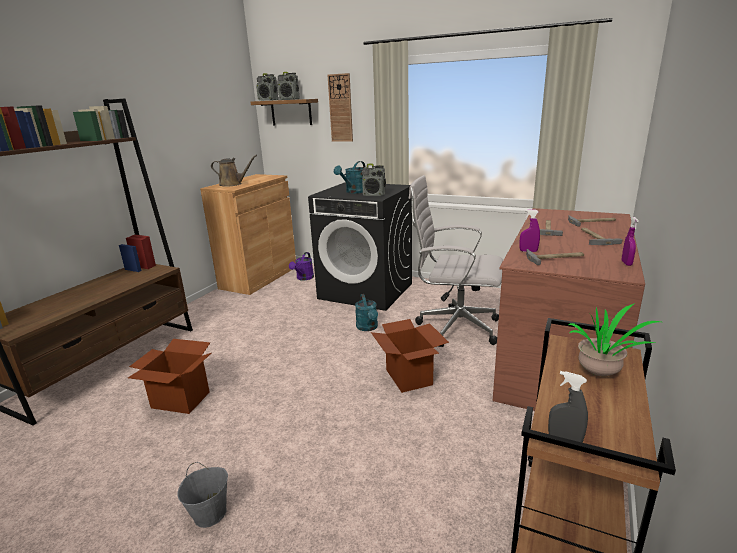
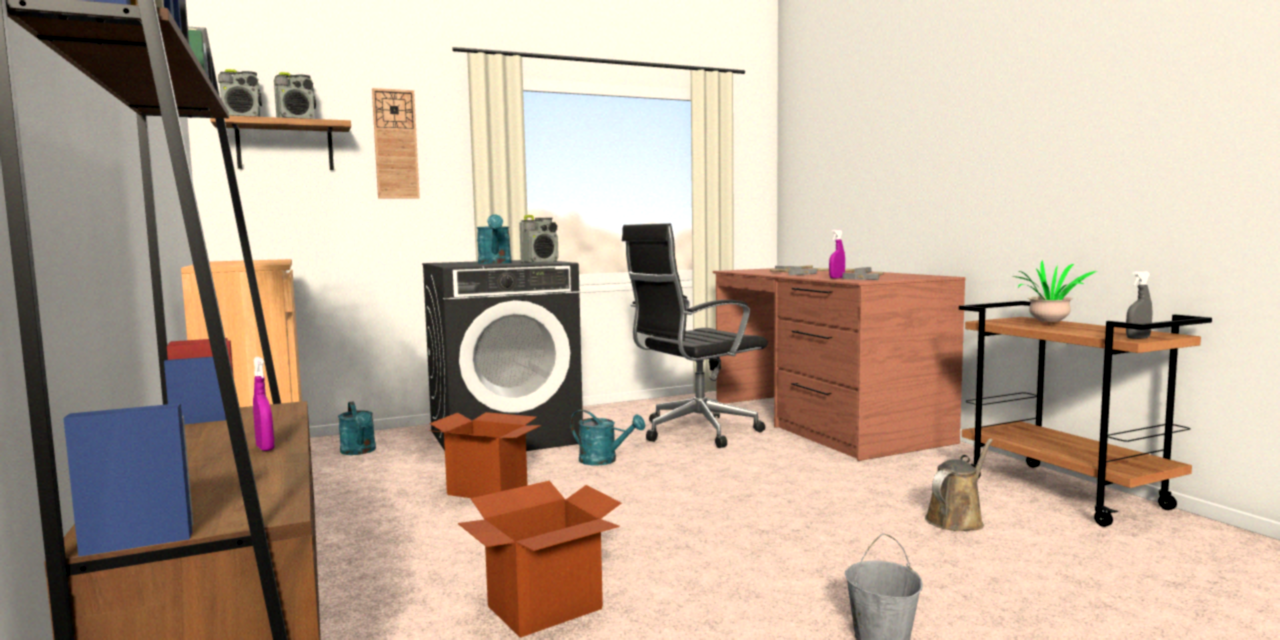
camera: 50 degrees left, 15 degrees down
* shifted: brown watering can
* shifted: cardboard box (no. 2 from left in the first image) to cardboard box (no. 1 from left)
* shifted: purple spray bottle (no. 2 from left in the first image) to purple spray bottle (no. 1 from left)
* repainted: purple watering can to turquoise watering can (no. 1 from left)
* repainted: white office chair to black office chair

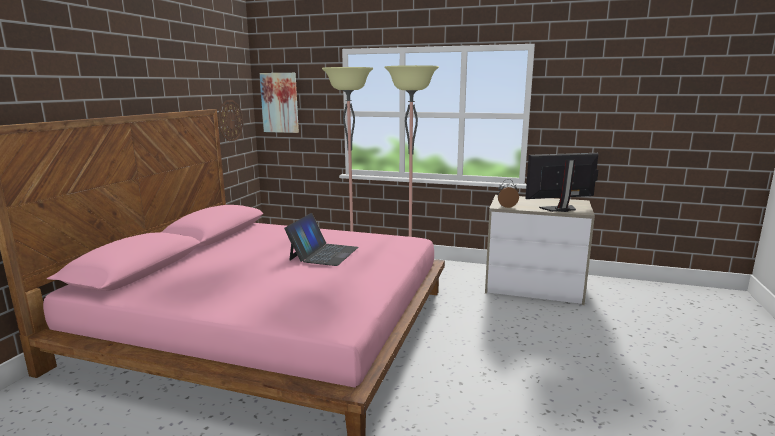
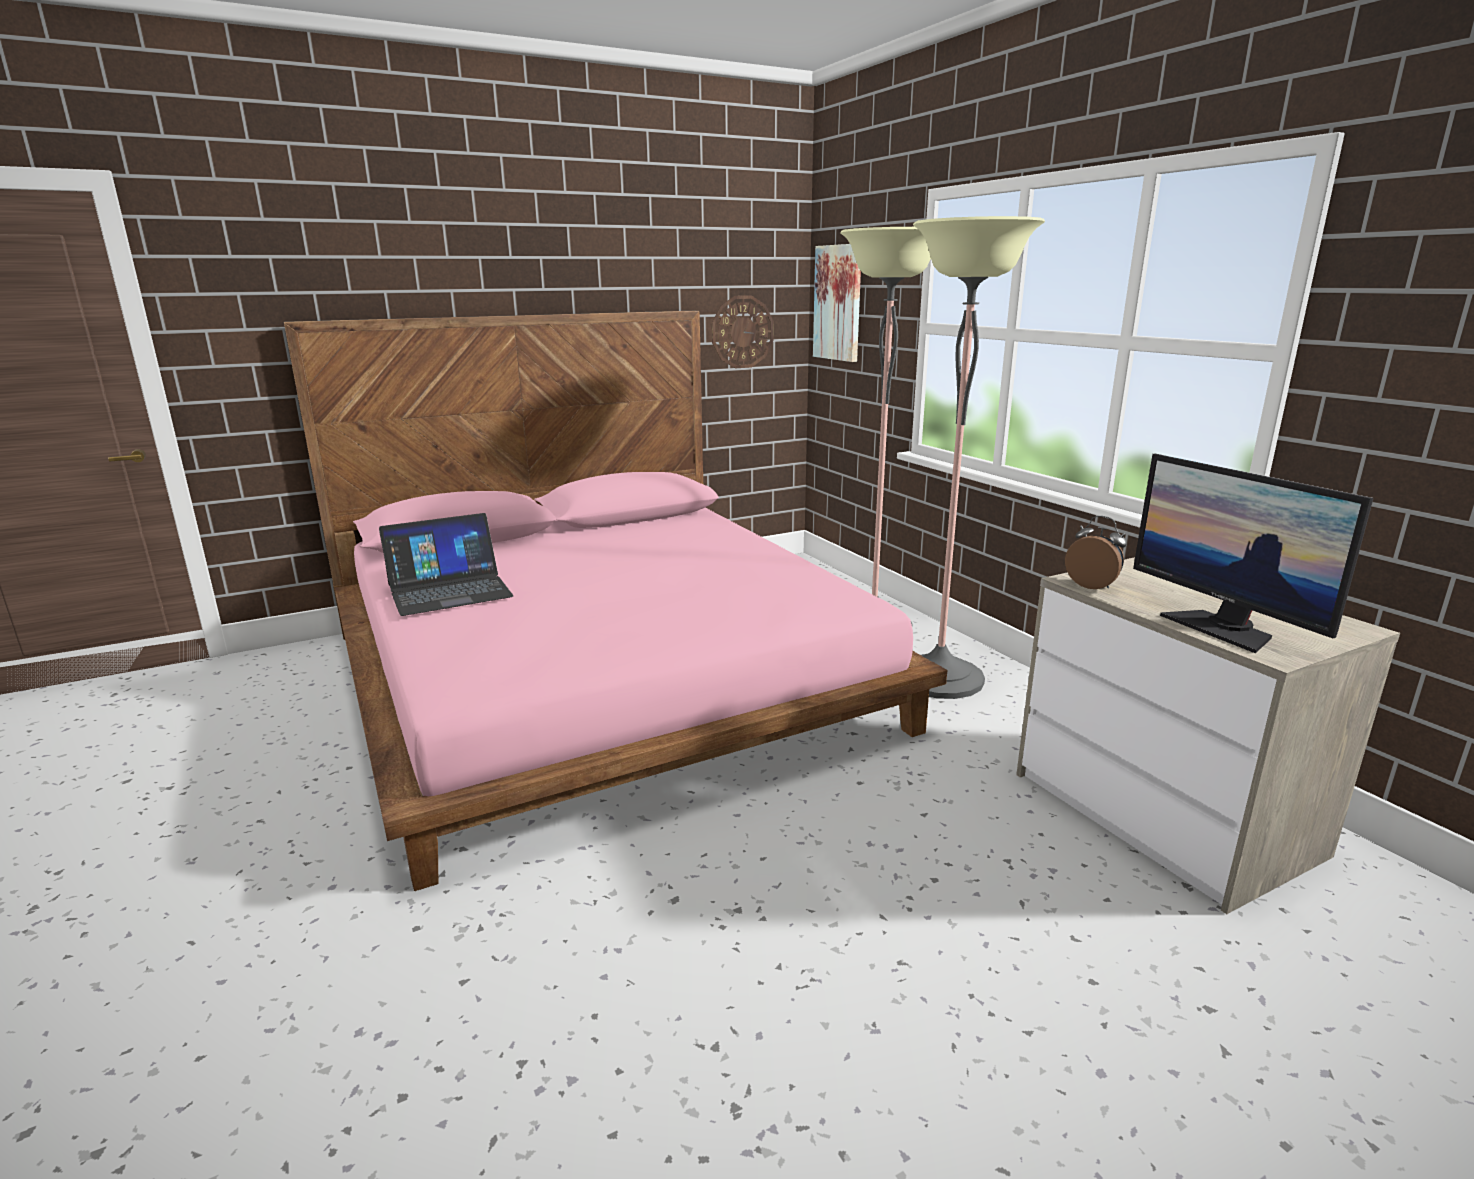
camera: 45 degrees right, 5 degrees up
* shifted: laptop
* rotated: monitor 150 degrees counterclockwise

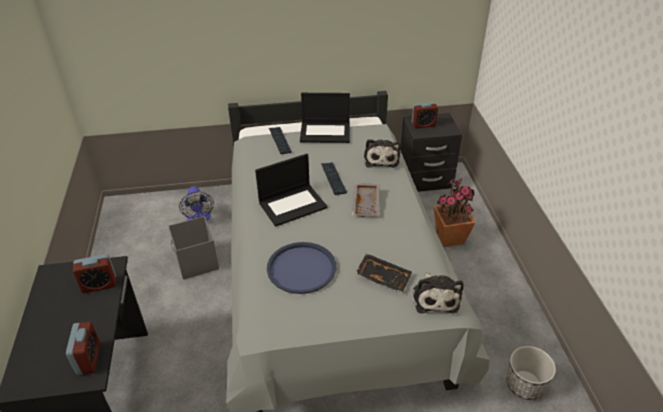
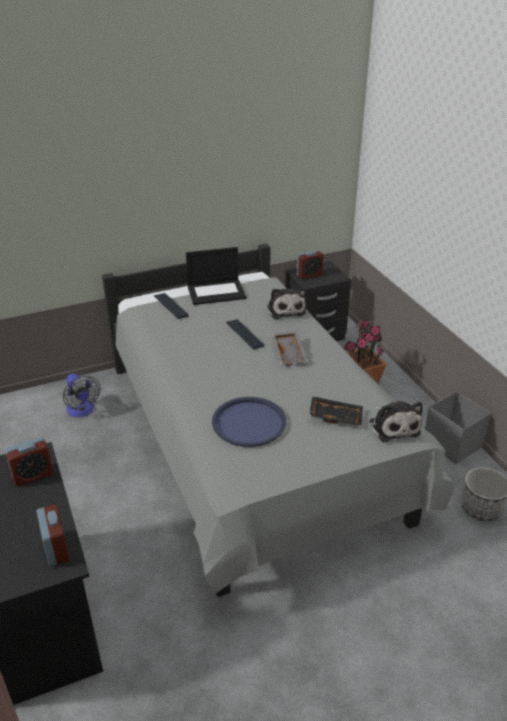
camera: 15 degrees left, 5 degrees down
* gone: laptop (no. 1 from left)
* shifted: grey storage box

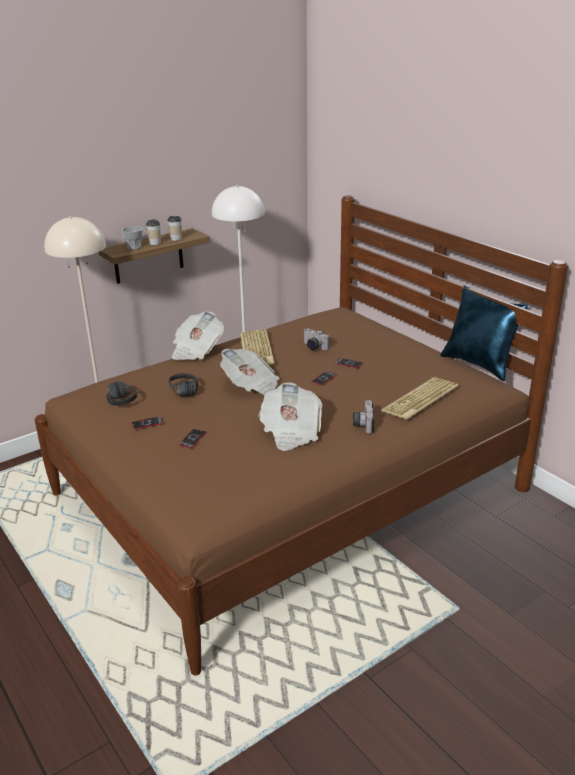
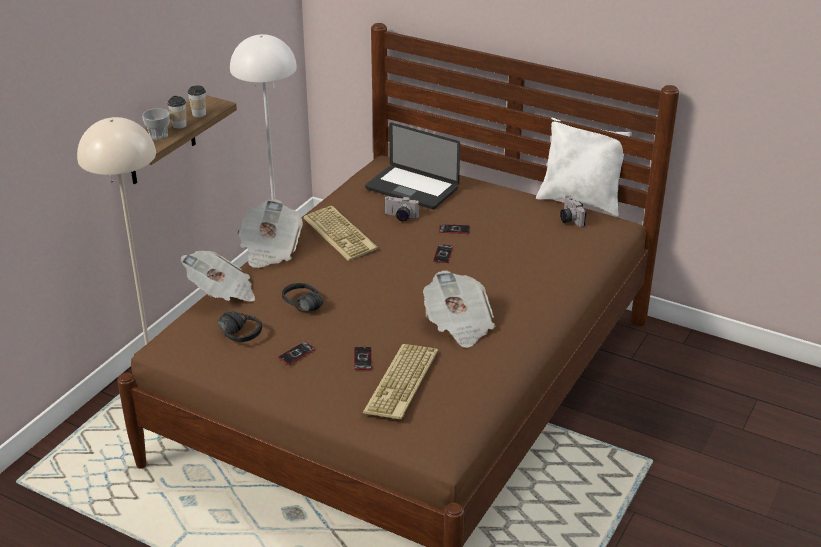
camera: 25 degrees left, 5 degrees up
* new: laptop
* shifted: newspaper (no. 2 from left in the first image) to newspaper (no. 1 from left)
* shifted: photo camera (no. 2 from left)
* shifted: keyboard (no. 2 from left)
* repainted: blue pillow to white pillow

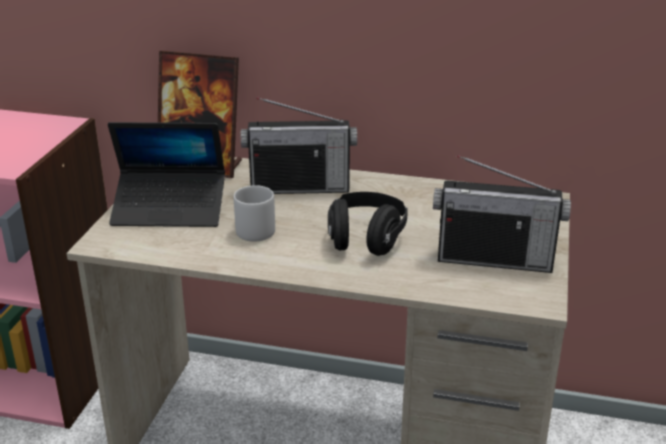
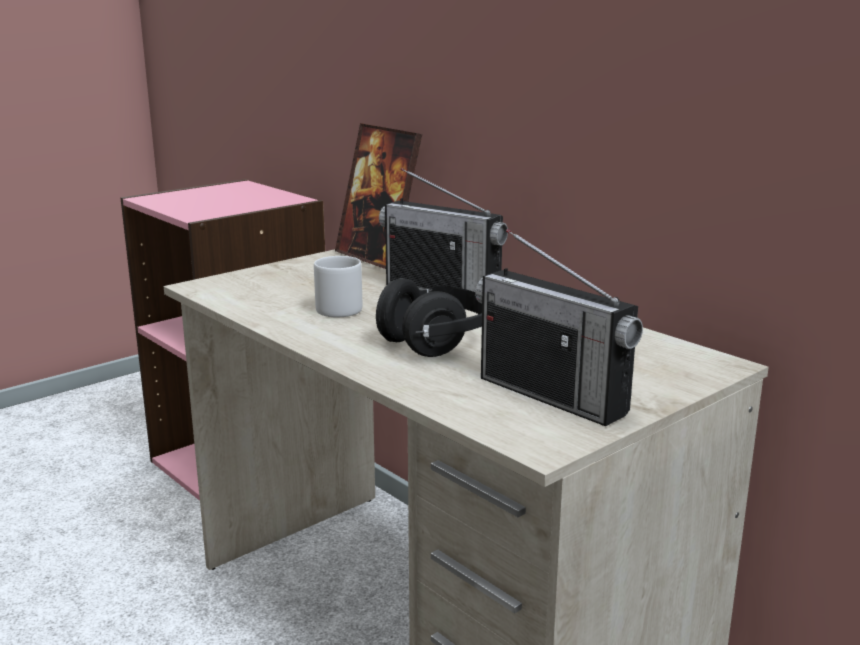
camera: 35 degrees right, 10 degrees down
* gone: laptop

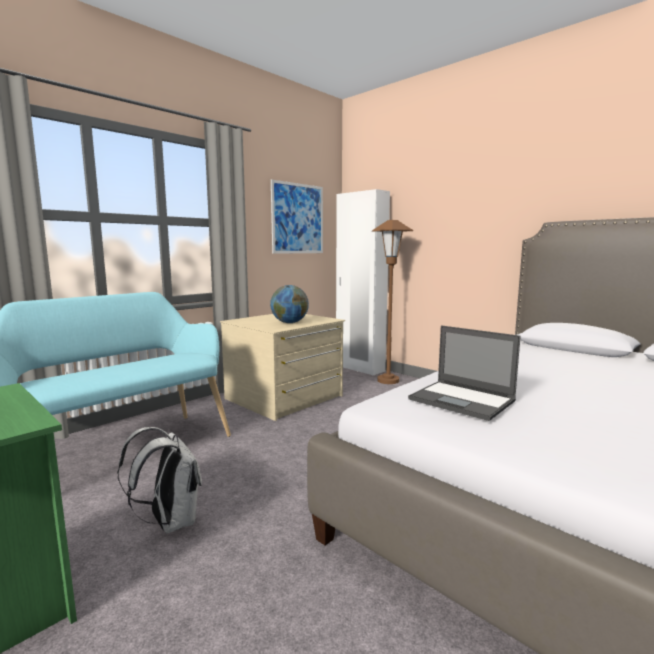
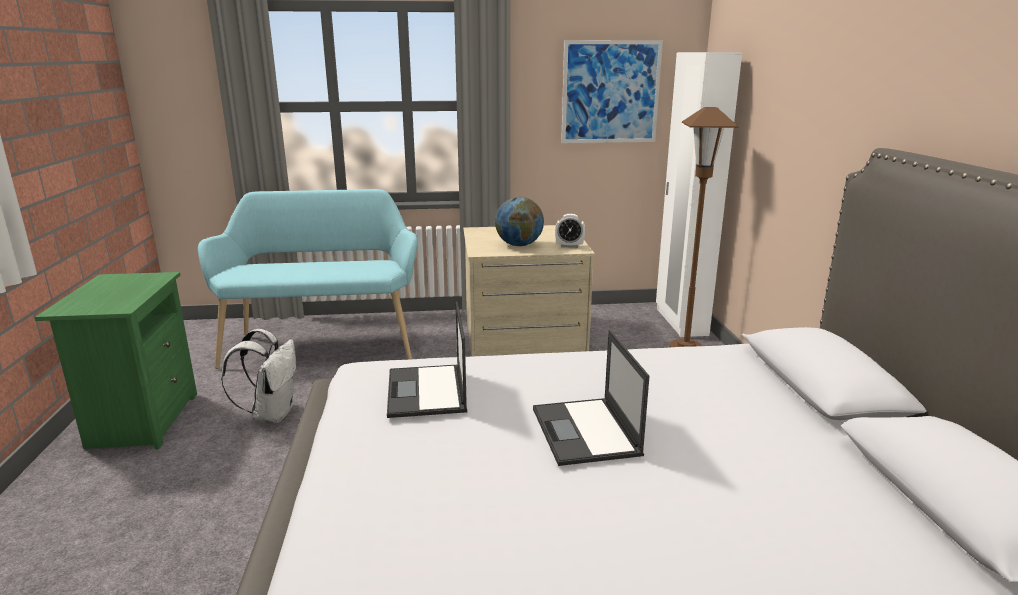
camera: 40 degrees right, 10 degrees up
* new: laptop (no. 2 from left)
* new: alarm clock

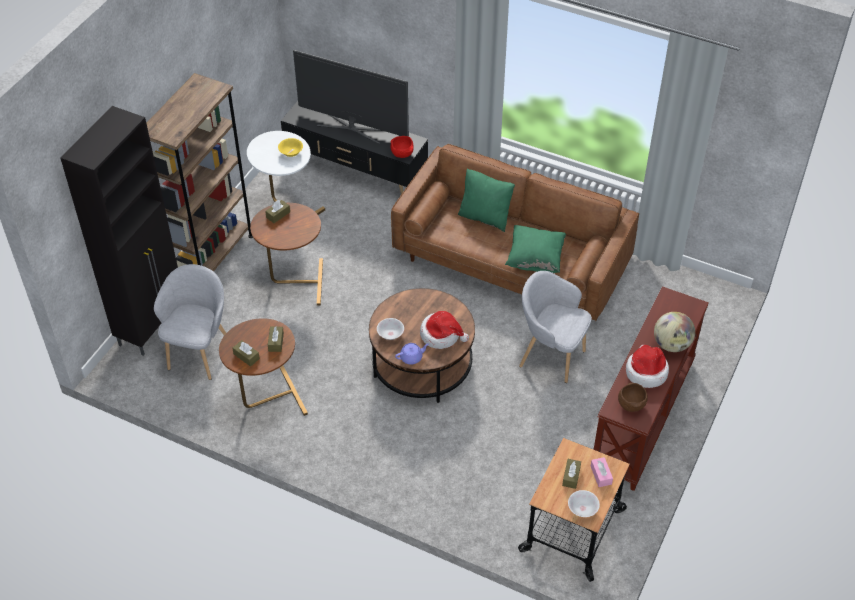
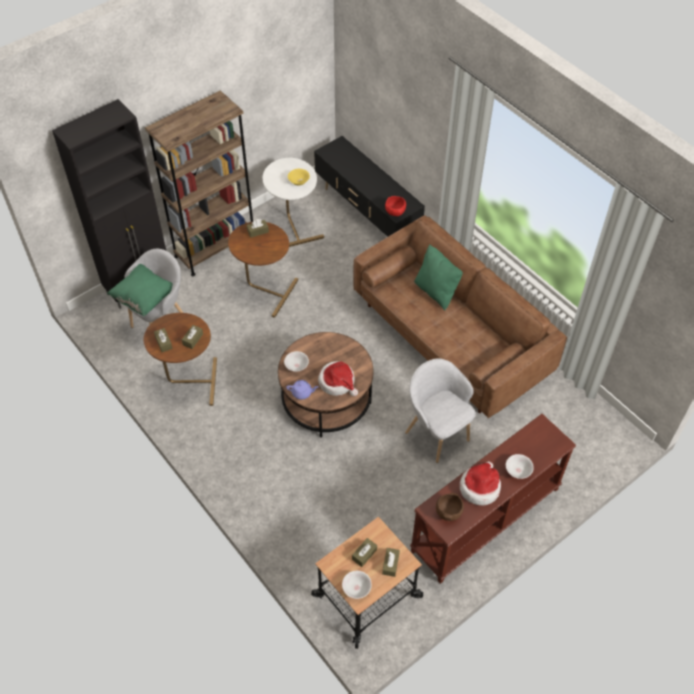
camera: 25 degrees right, 5 degrees up
* gone: television
* shifted: green pillow (no. 2 from left in the first image) to green pillow (no. 1 from left)
* swapped: globe to white bowl (no. 3 from left)
* repainted: pink tissue box to brown tissue box (no. 5 from left)

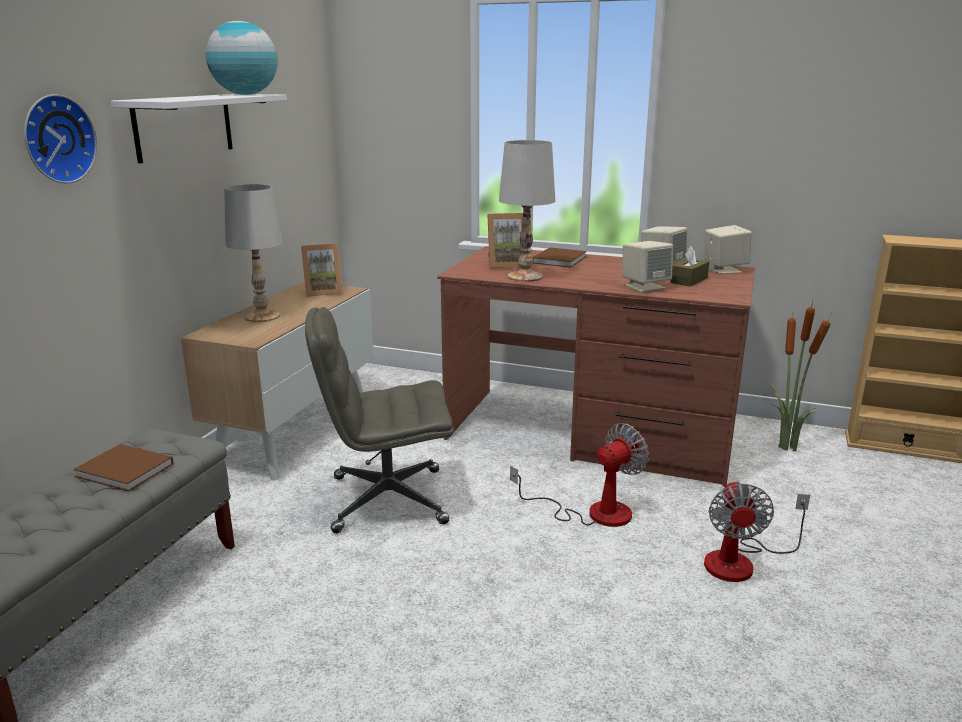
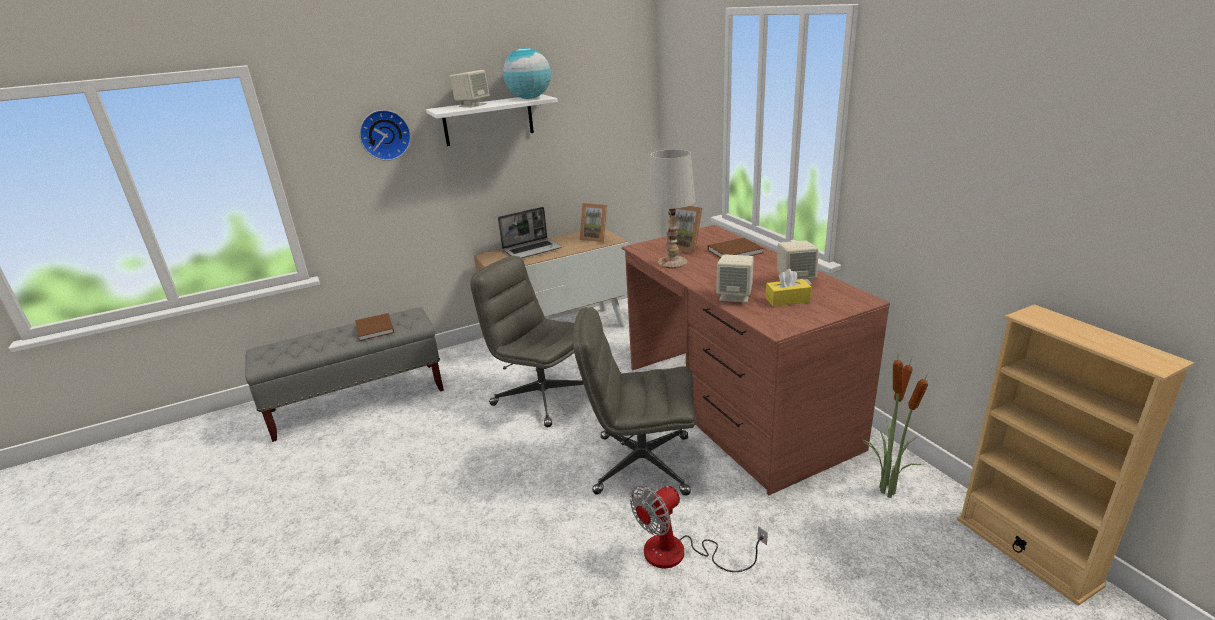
camera: 45 degrees right, 5 degrees up
* shifted: beige speaker (no. 3 from left in the first image) to beige speaker (no. 1 from left)
* swapped: white table lamp (no. 1 from left) to laptop
* swapped: fan (no. 1 from left) to grey office chair (no. 2 from left)
* repainted: brown tissue box to yellow tissue box

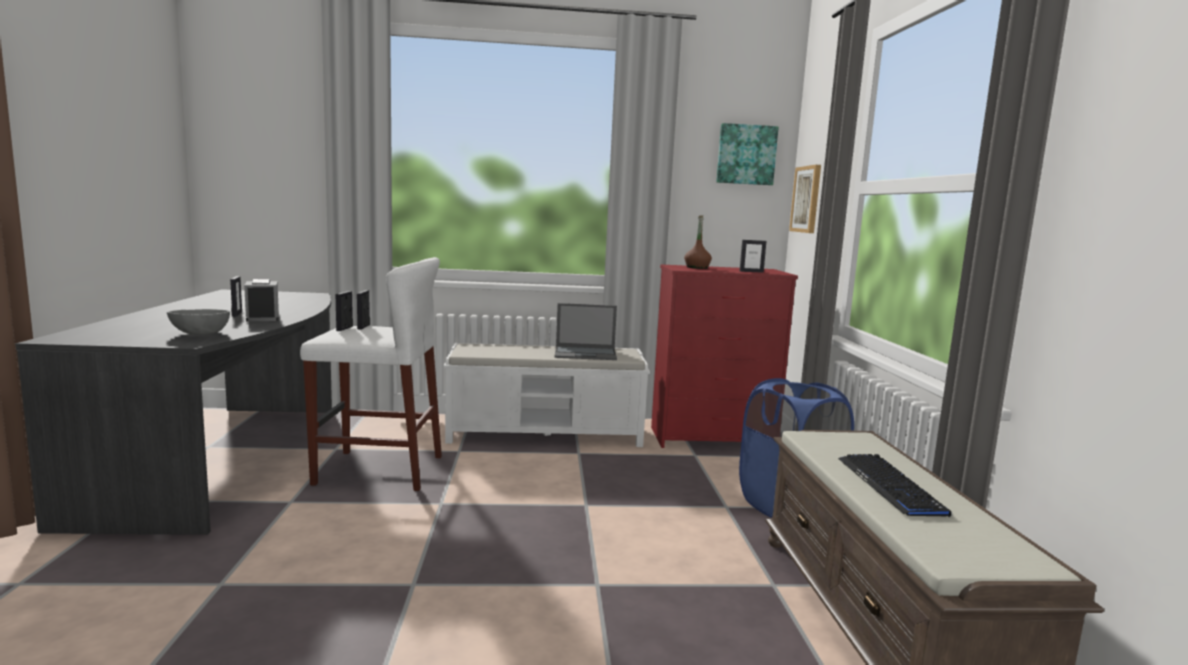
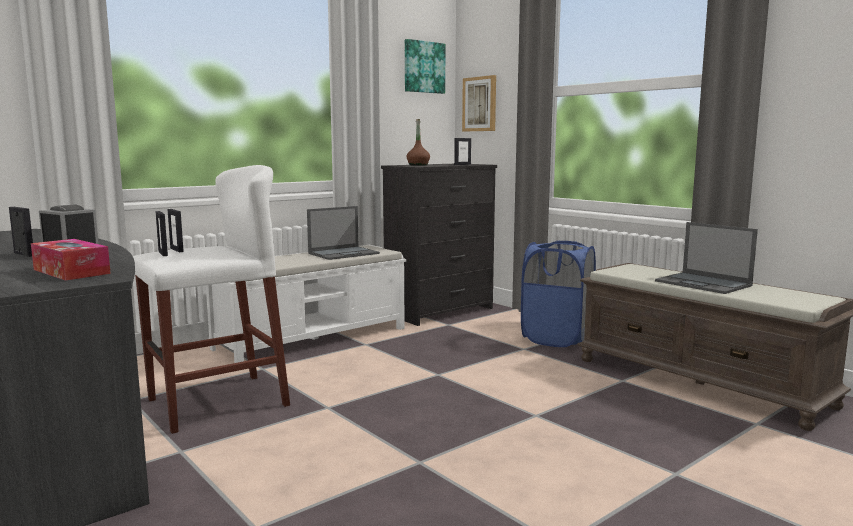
camera: 35 degrees left, 0 degrees up
* swapped: grey bowl to tissue box
* swapped: keyboard to laptop (no. 2 from left)
* repainted: red dresser to black dresser

